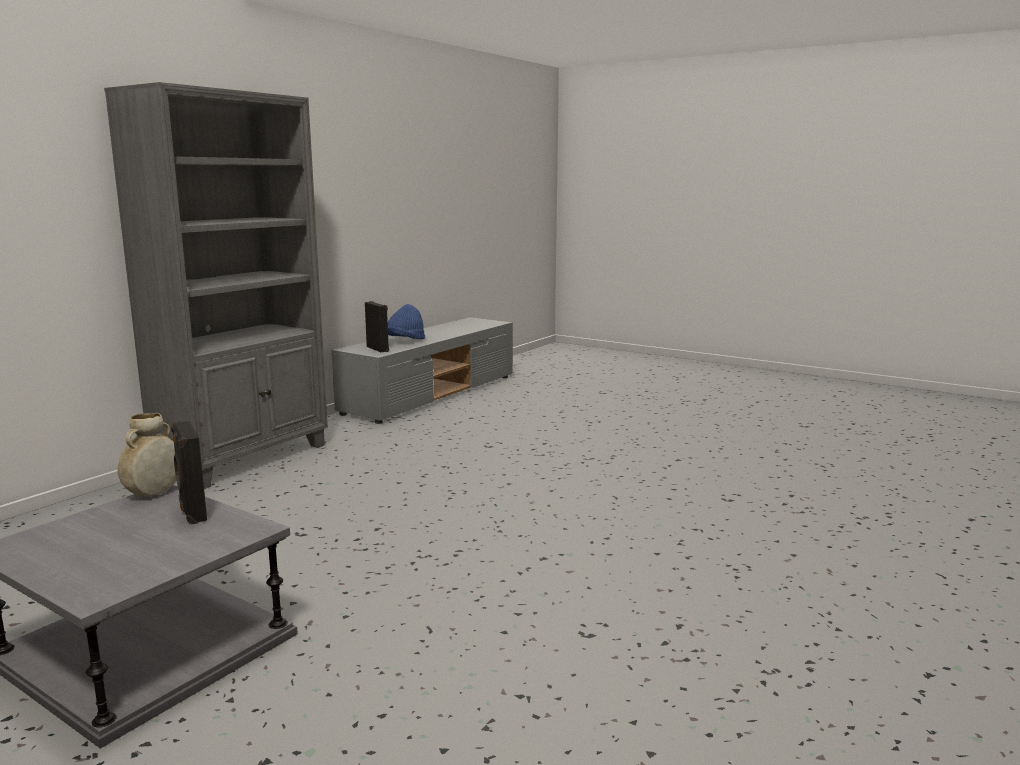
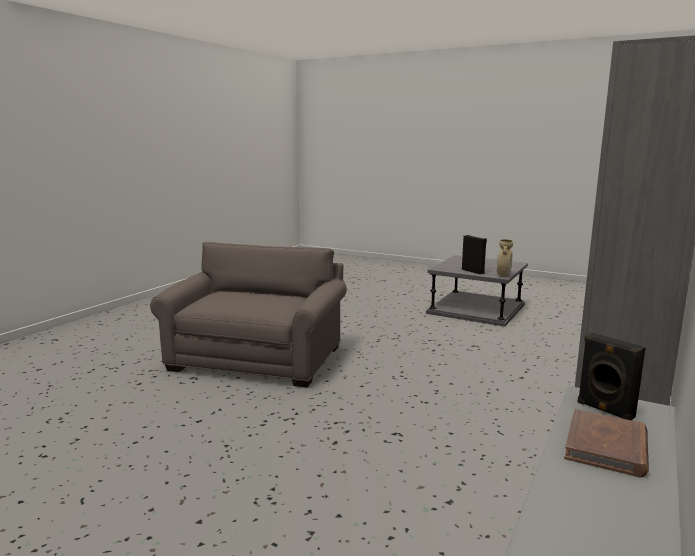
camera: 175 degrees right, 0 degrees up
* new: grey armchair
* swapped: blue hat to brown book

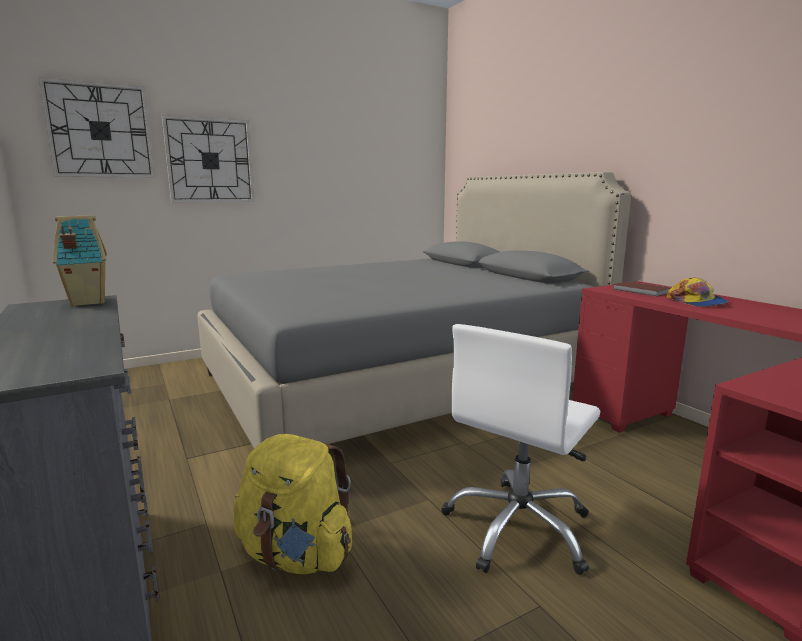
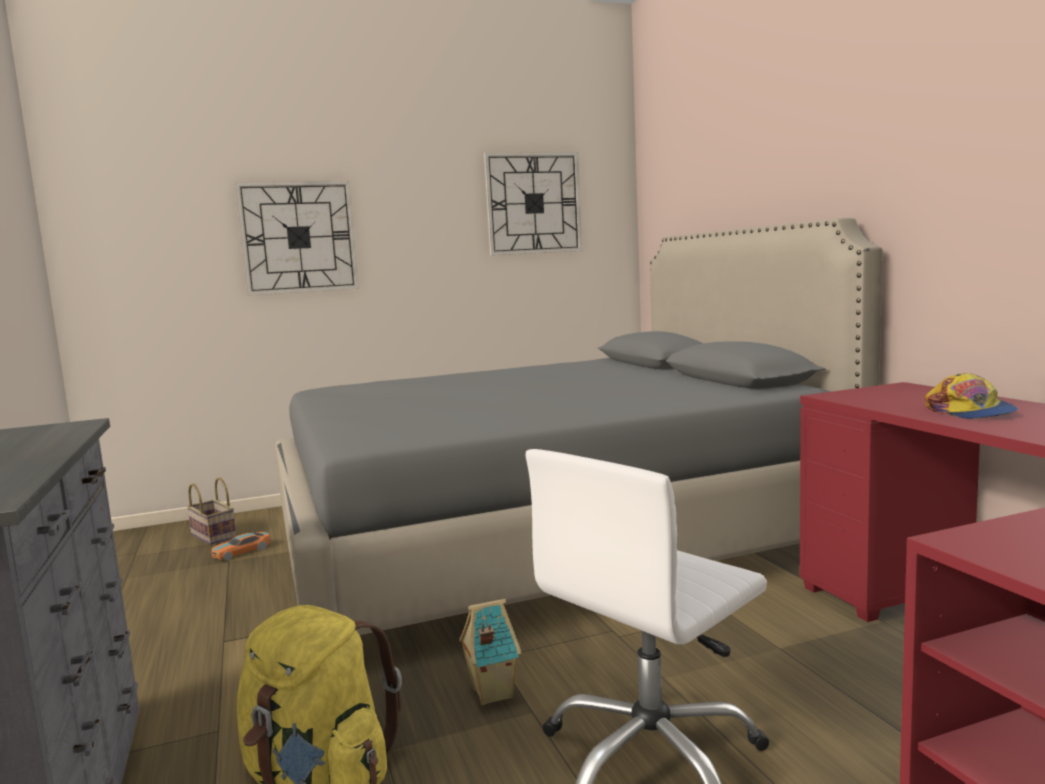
camera: 10 degrees right, 5 degrees down
* gone: brown book
* new: basket
* new: toy car
* shifted: wall clock (no. 1 from left in the first image) to wall clock (no. 2 from left)
* shifted: toy house

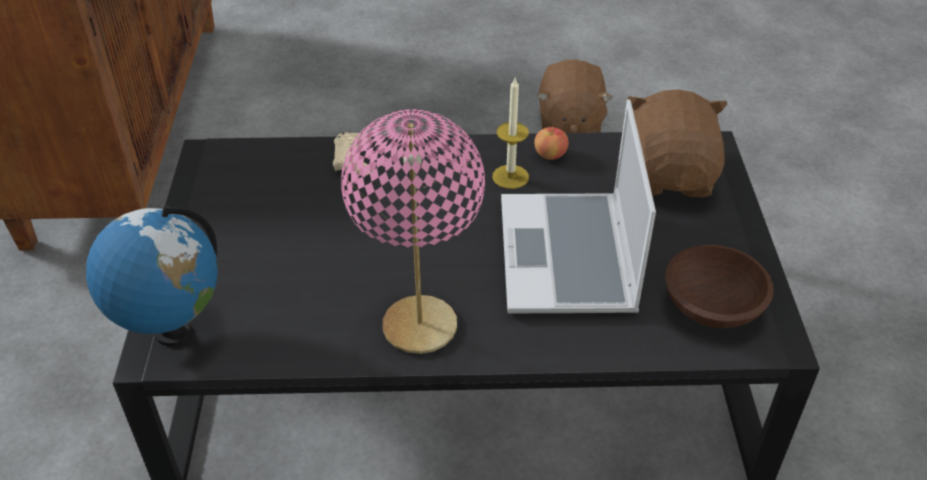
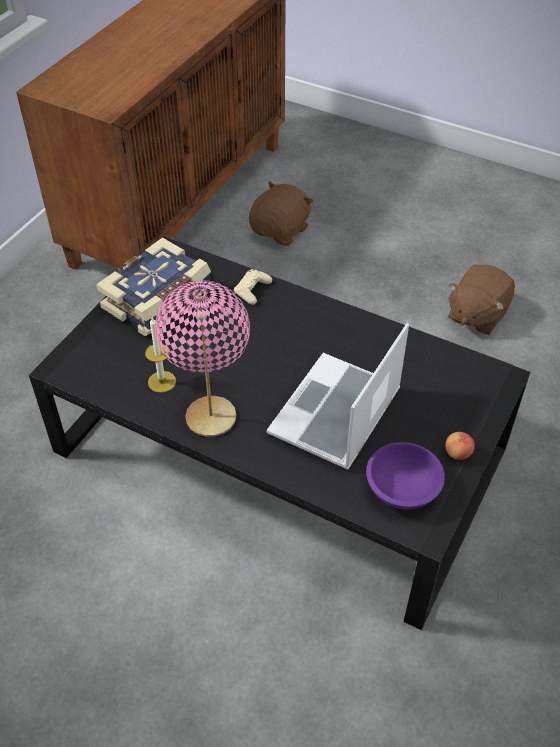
camera: 30 degrees right, 5 degrees up
* gone: globe
* new: book
* shifted: candle
* shifted: apple
* shifted: brown plush toy (no. 2 from left in the first image) to brown plush toy (no. 1 from left)
* repainted: brown bowl to purple bowl

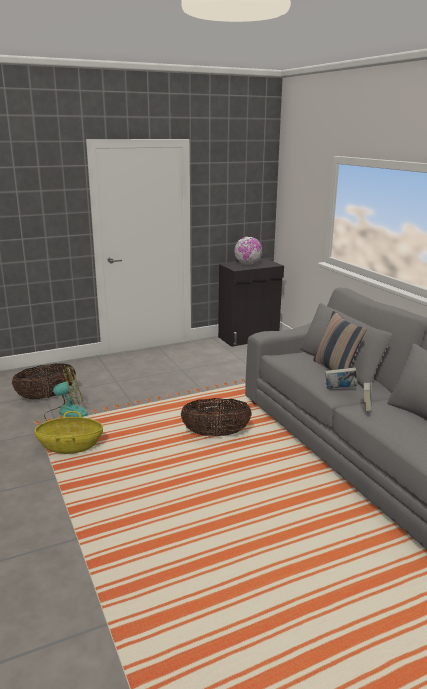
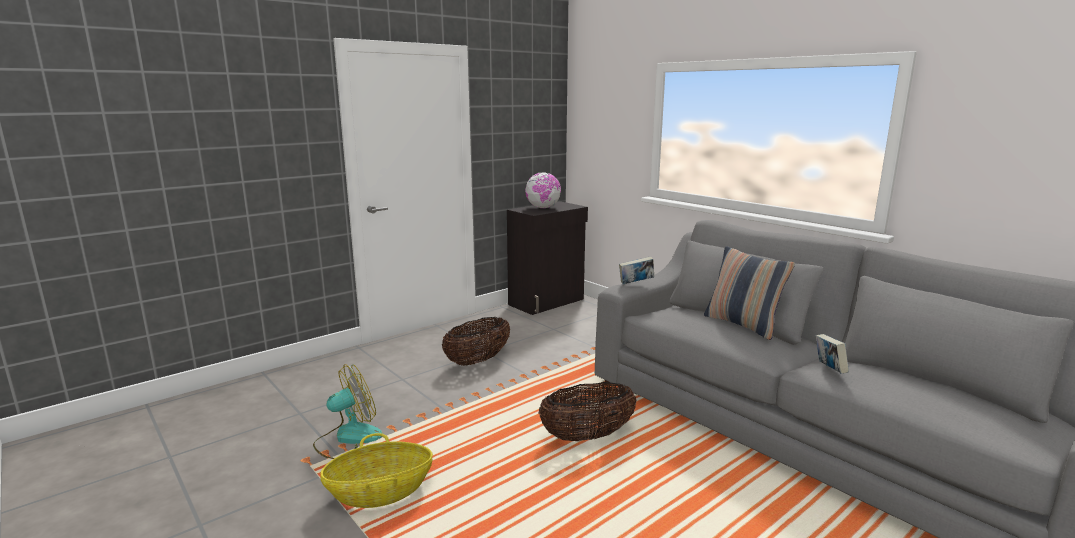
camera: 15 degrees left, 5 degrees down
* shifted: basket (no. 1 from left in the first image) to basket (no. 2 from left)
* shifted: book (no. 1 from left)

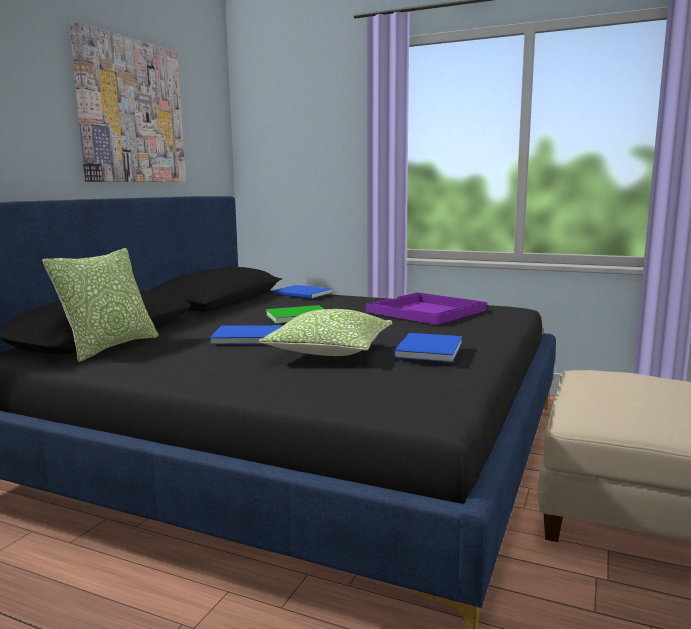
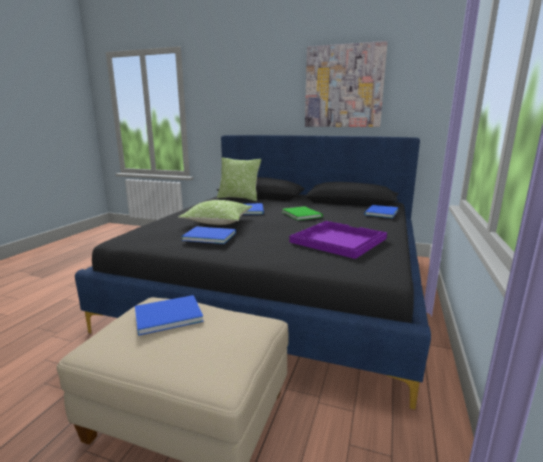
camera: 85 degrees right, 5 degrees up
* new: blue book (no. 1 from left)

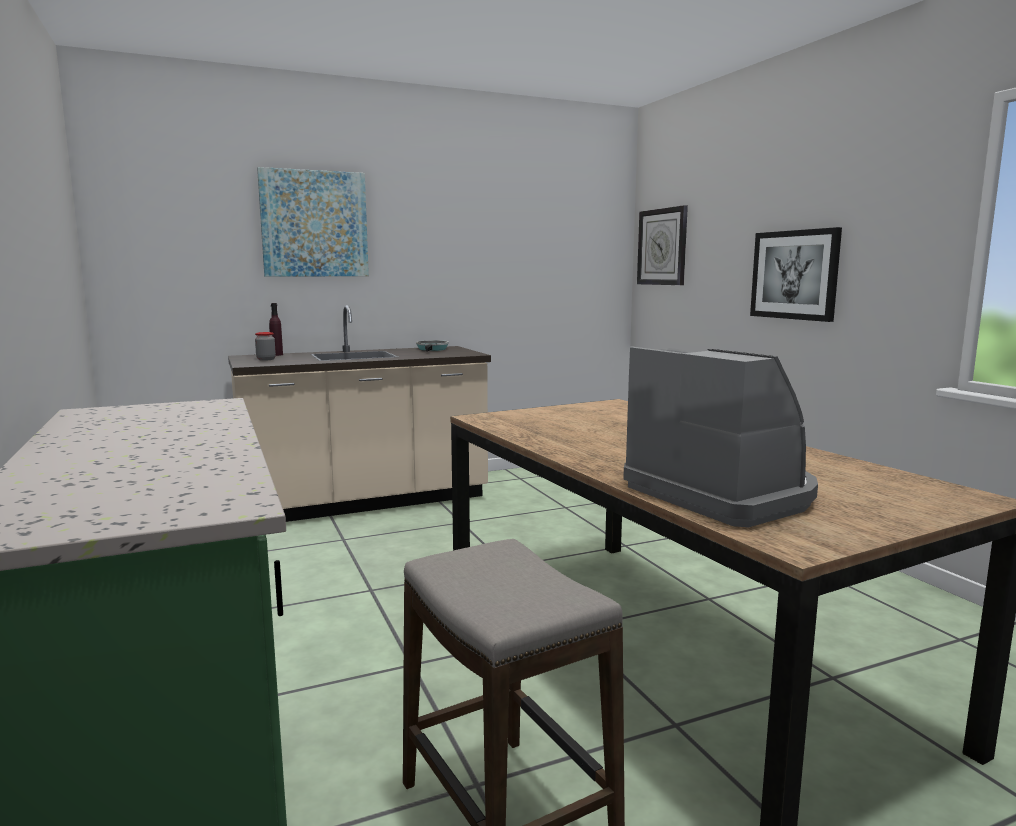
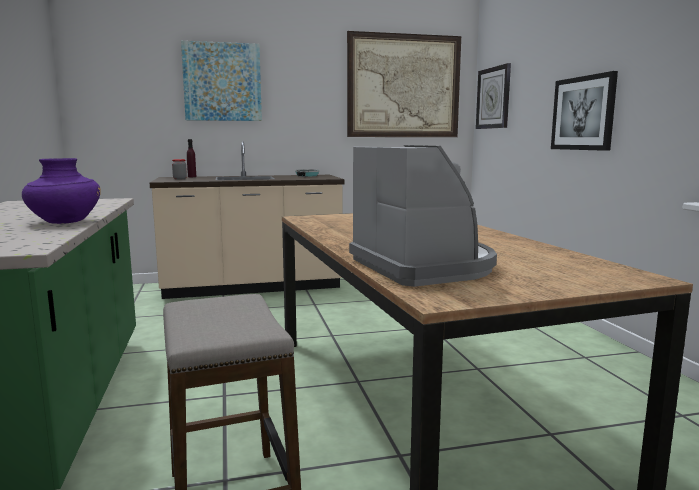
camera: 10 degrees right, 0 degrees up
* new: purple vase
* new: picture (no. 2 from left)

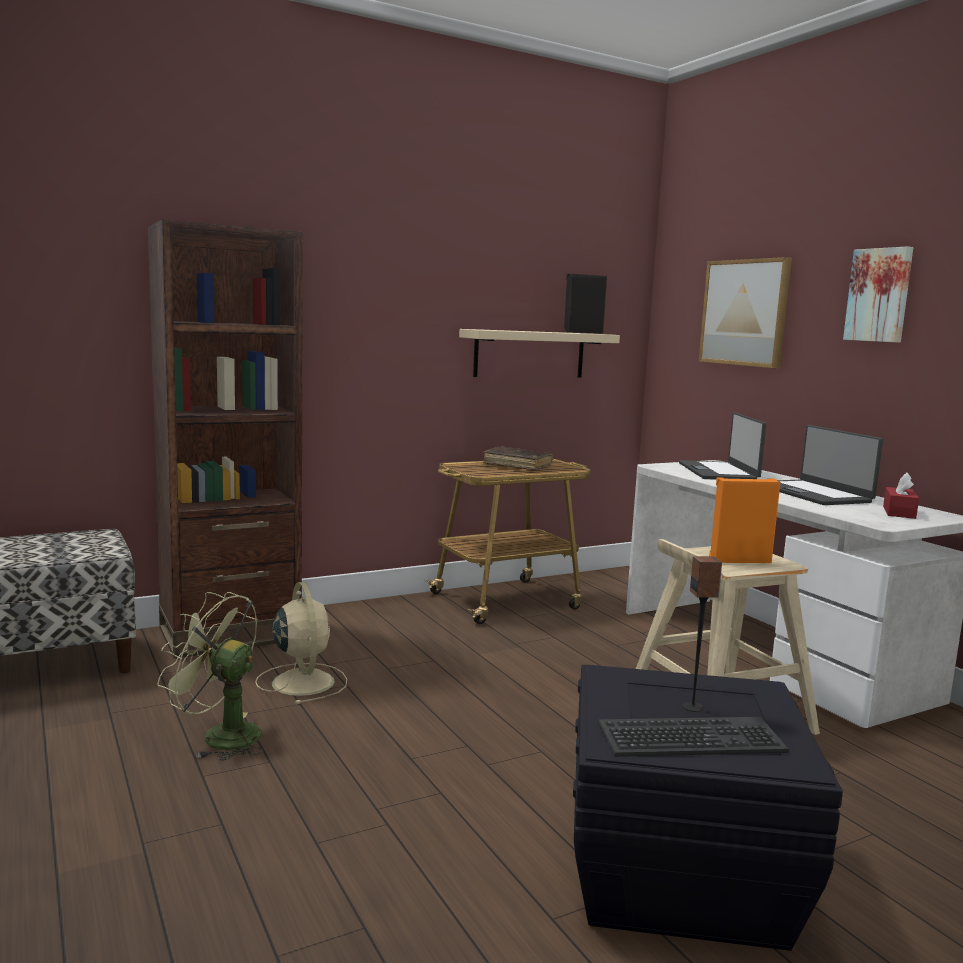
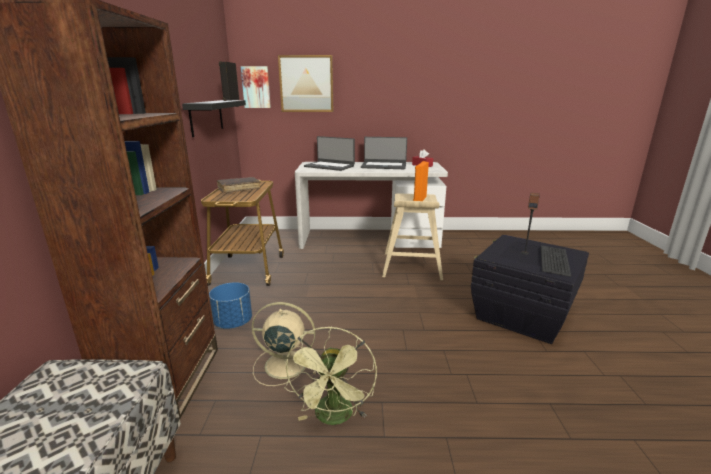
camera: 60 degrees left, 10 degrees up
* new: blue planter
* shifted: picture (no. 2 from left in the first image) to picture (no. 1 from left)
* repainted: beige shelf to black shelf
* rotated: green fan 45 degrees counterclockwise

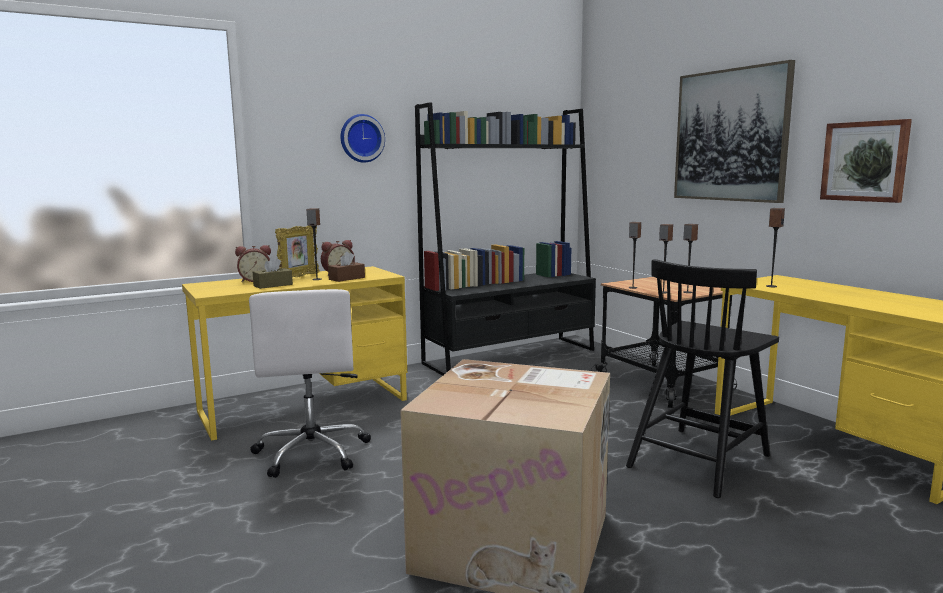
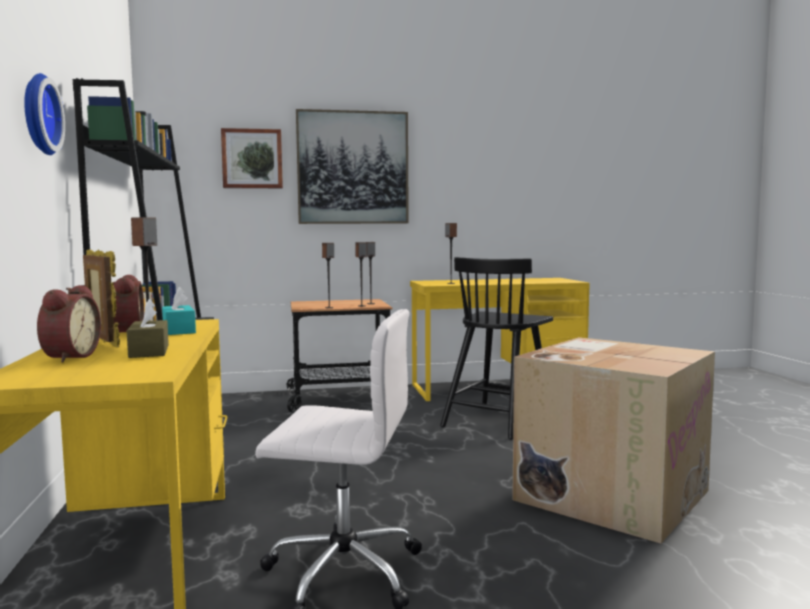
camera: 70 degrees left, 5 degrees down
* shifted: picture (no. 2 from left in the first image) to picture (no. 1 from left)
* repainted: brown tissue box (no. 2 from left) to turquoise tissue box
* rotated: black chair 60 degrees clockwise

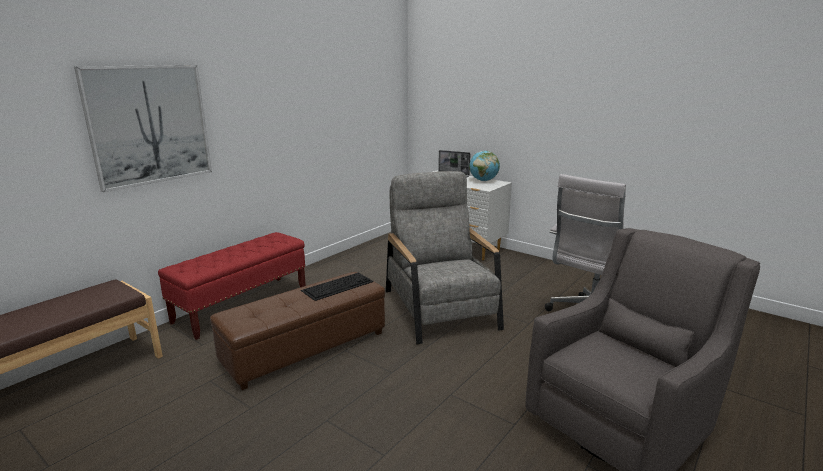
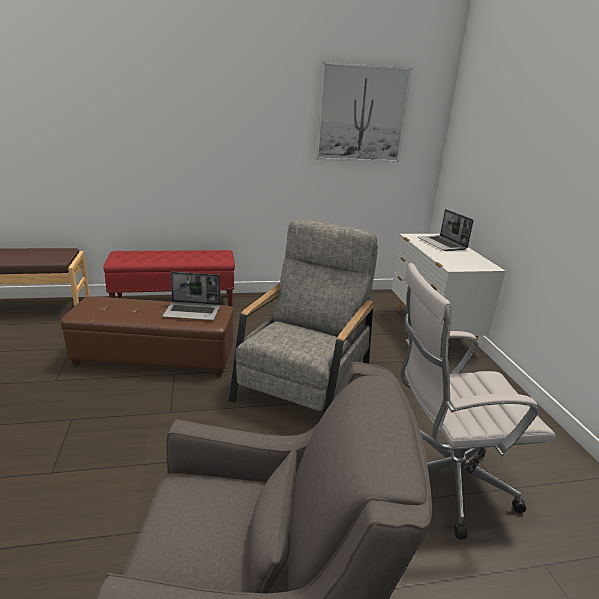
camera: 40 degrees right, 5 degrees up
* gone: globe
* shifted: picture
* swapped: keyboard to laptop (no. 1 from left)

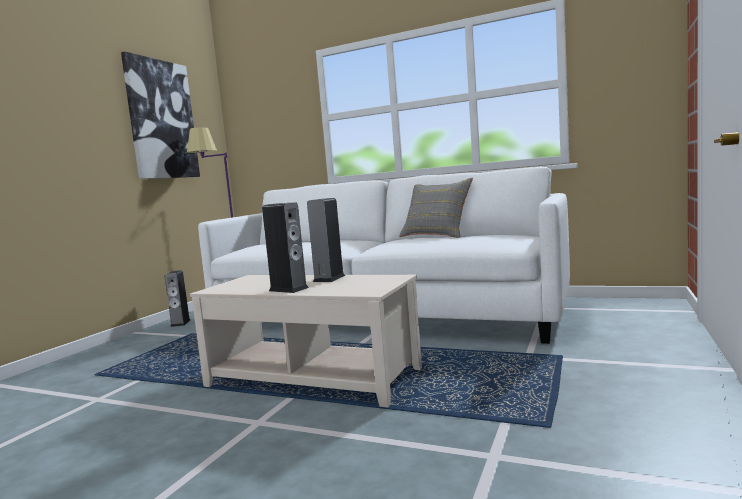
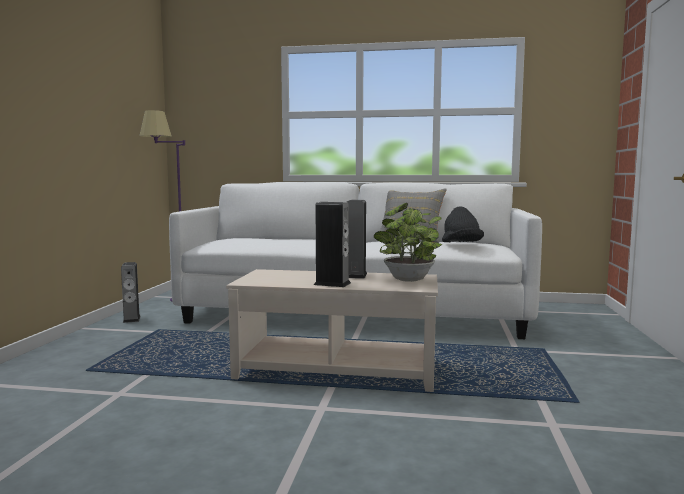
camera: 15 degrees left, 0 degrees up
* gone: picture
* new: potted plant
* new: black hat

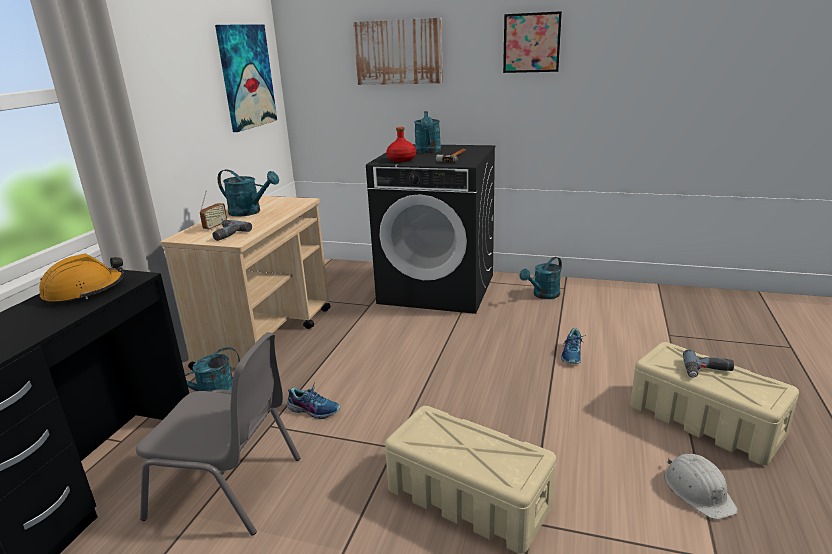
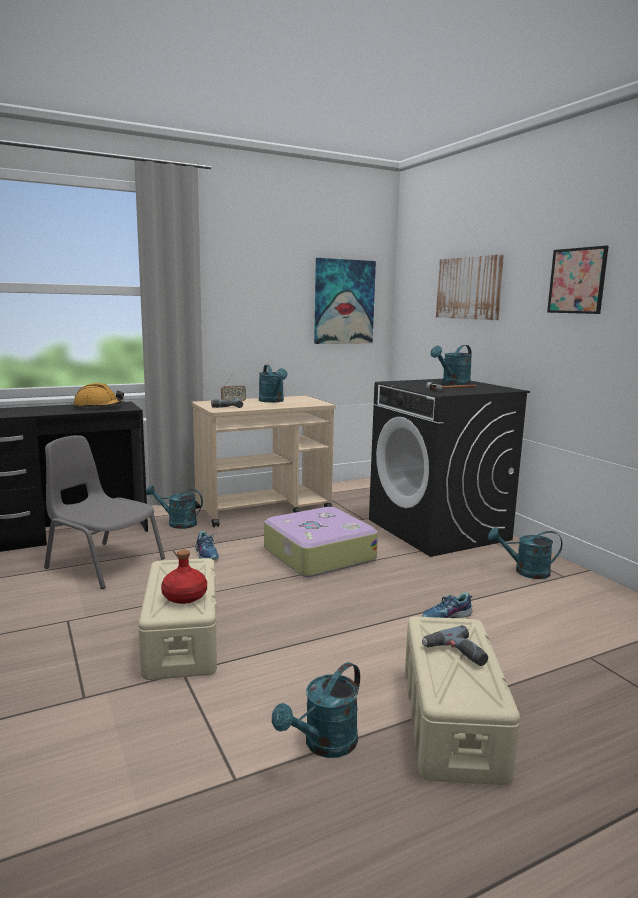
camera: 45 degrees right, 10 degrees down
* new: suitcase
* shifted: red bottle
* swapped: white hard hat to turquoise watering can (no. 3 from left)
* rotated: grey chair 150 degrees clockwise

